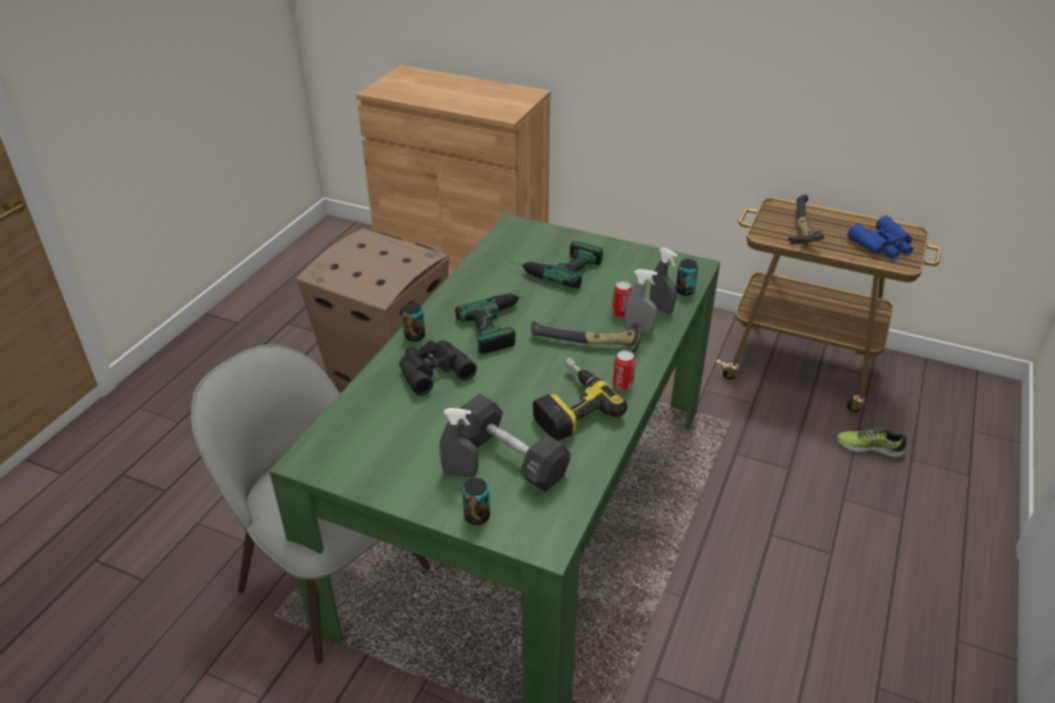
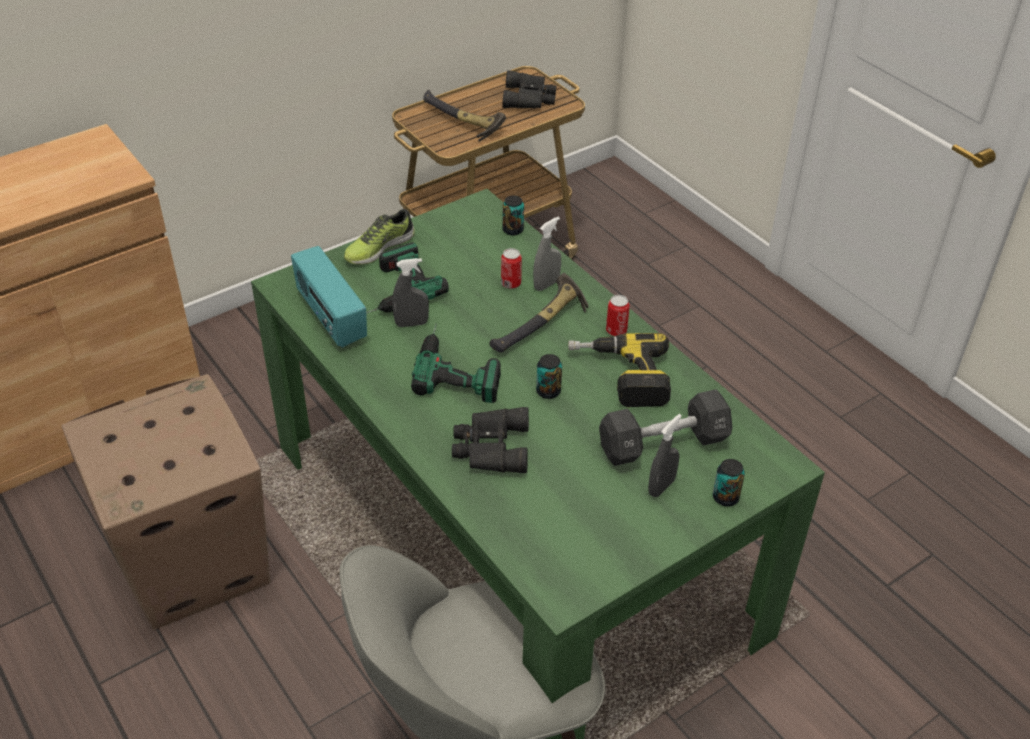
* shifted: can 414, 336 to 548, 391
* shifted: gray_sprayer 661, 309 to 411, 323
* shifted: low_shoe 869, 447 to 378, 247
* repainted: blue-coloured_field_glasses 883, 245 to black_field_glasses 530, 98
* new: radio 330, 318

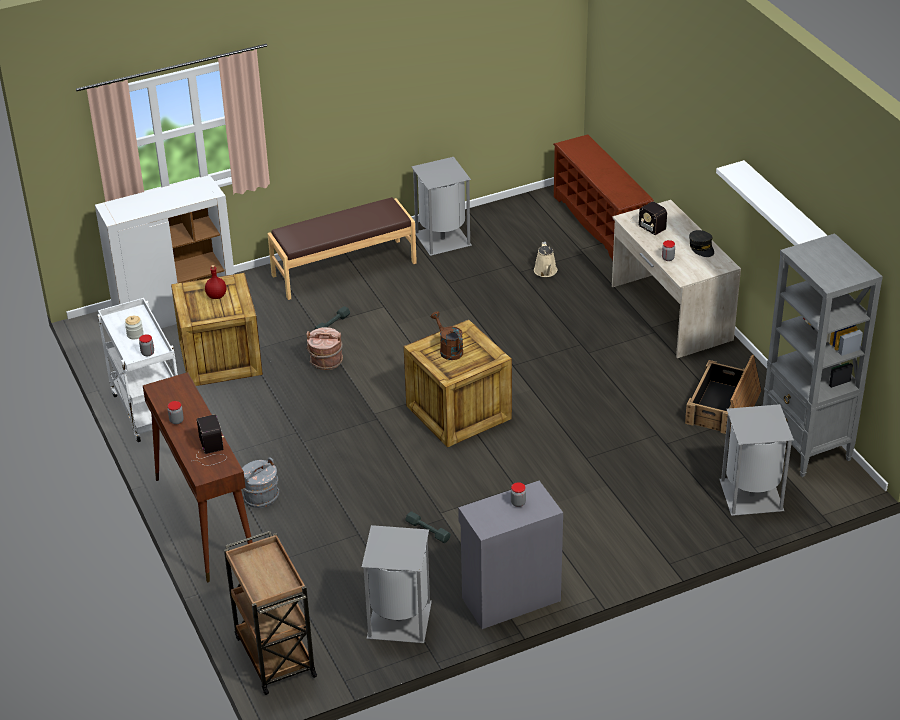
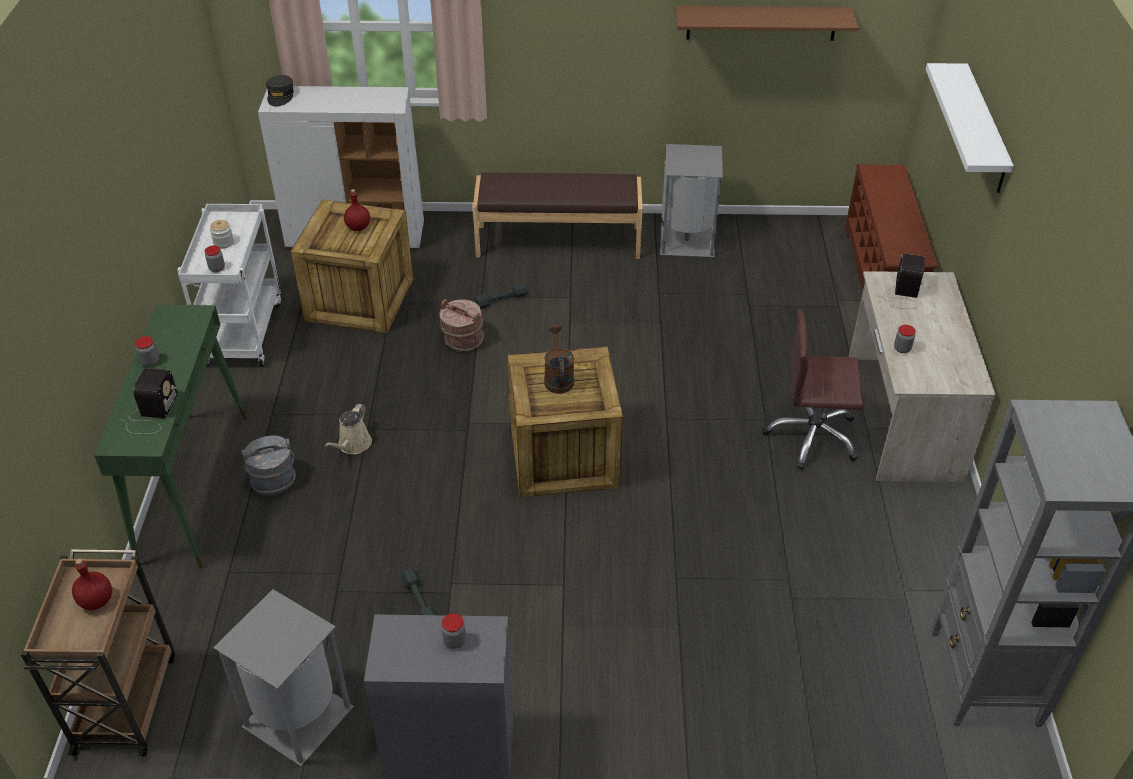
* repainted: brownish_console_table 204, 521 to green_console_table 194, 486
* shifted: sand-coloured_watering_can 546, 272 to 353, 445
* rotated: radio 647, 223 = 903, 293 150 degrees counterclockwise
* gone: shipping_crate 724, 408
* shifted: gray_peaked_cap 701, 248 to 280, 96
* shifted: white-coloured_bracket_shelf 783, 209 to 984, 129
* gone: gray_waste_bin 752, 496
* new: red-coloured_bottle 96, 600
* new: brownish_bracket_shelf 761, 23
* new: brownish_computer_chair 812, 437

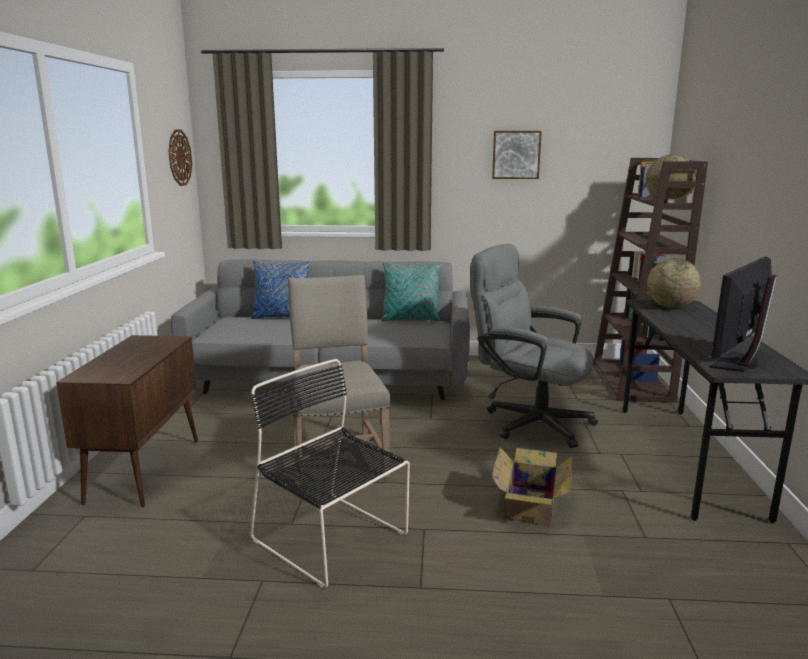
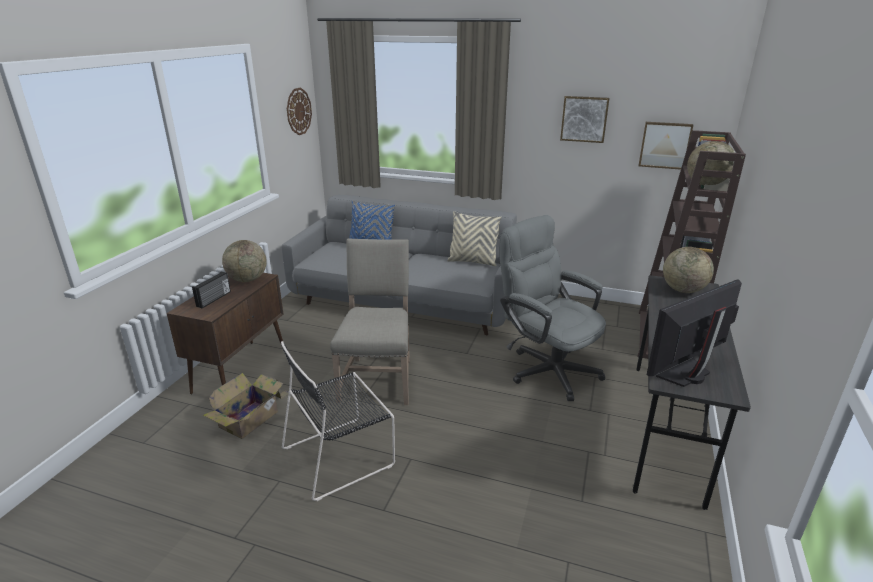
* rotated: black_upright_chair 333, 539 = 341, 455 90 degrees counterclockwise
* repainted: turquoise-coloured_throw_pillow 410, 320 to sand-coloured_throw_pillow 473, 261
* shifted: cardboard_box 531, 503 to 251, 418
* new: radio 214, 299
* new: globe 247, 279
* new: picture 665, 145

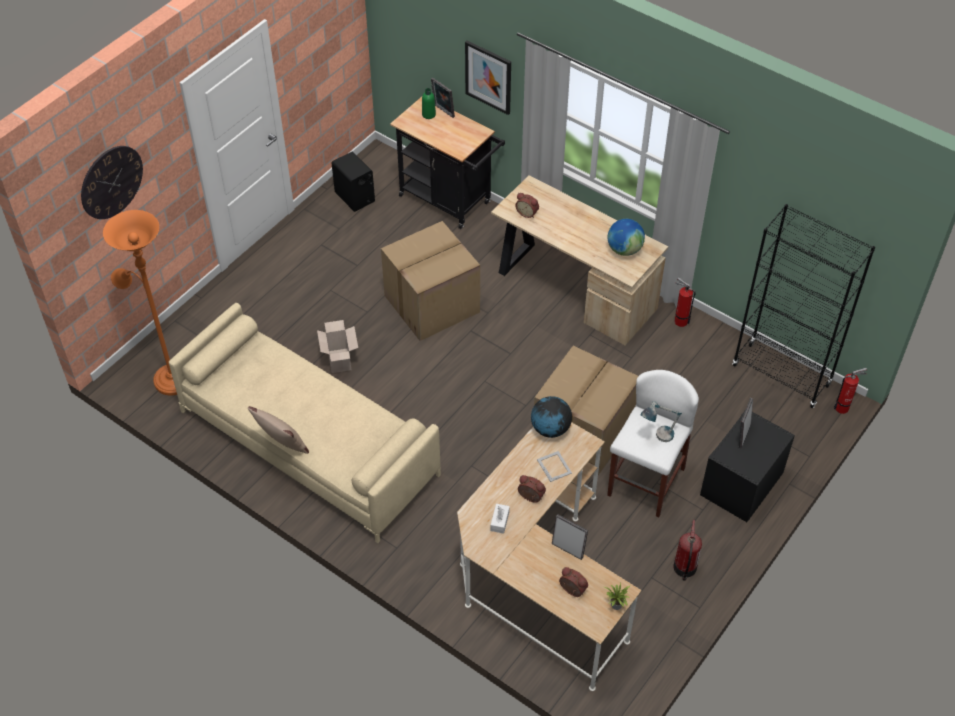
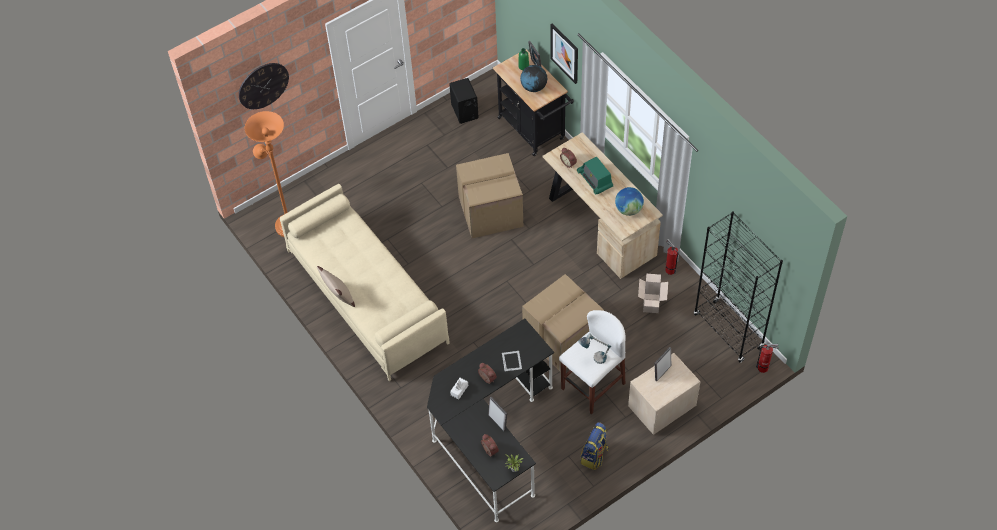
* shifted: cardboard_box 340, 361 to 651, 304
* repainted: sand-coloured_desk_unit 538, 575 to black_desk_unit 490, 433
* shifted: globe 550, 429 to 533, 87
* swapped: fire_extinguisher 684, 568 to rucksack 594, 456
* repainted: black_night_table 741, 484 to sand-coloured_night_table 661, 406
* new: radio 595, 180

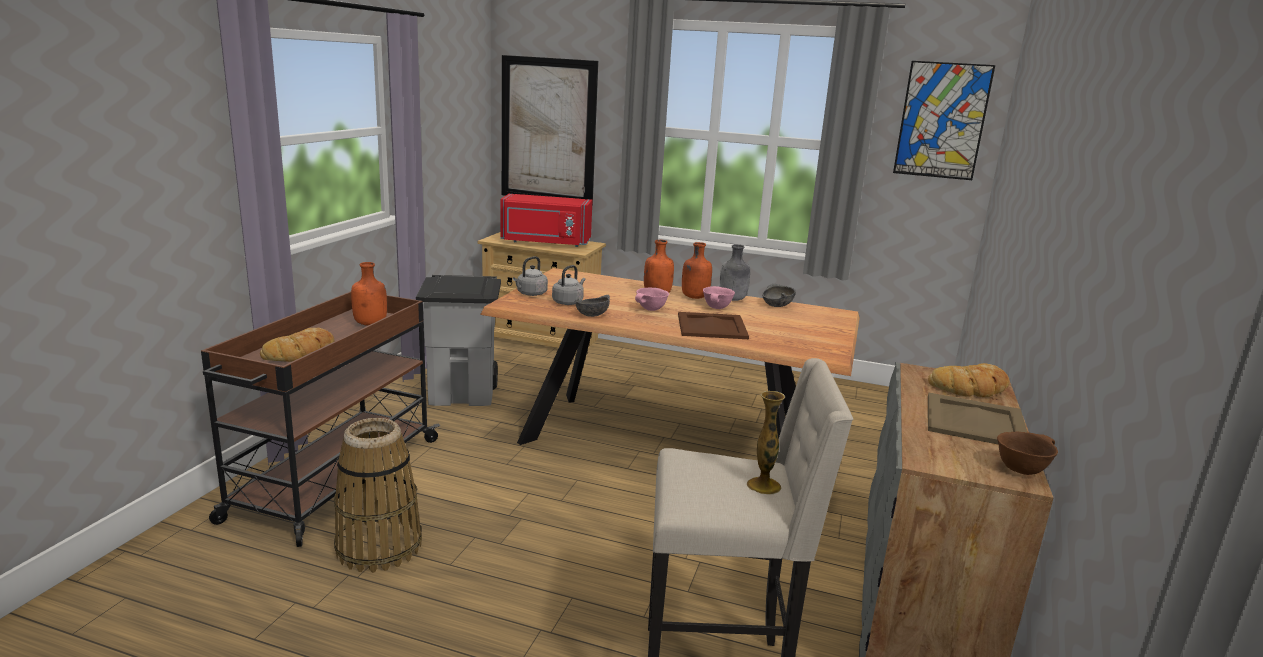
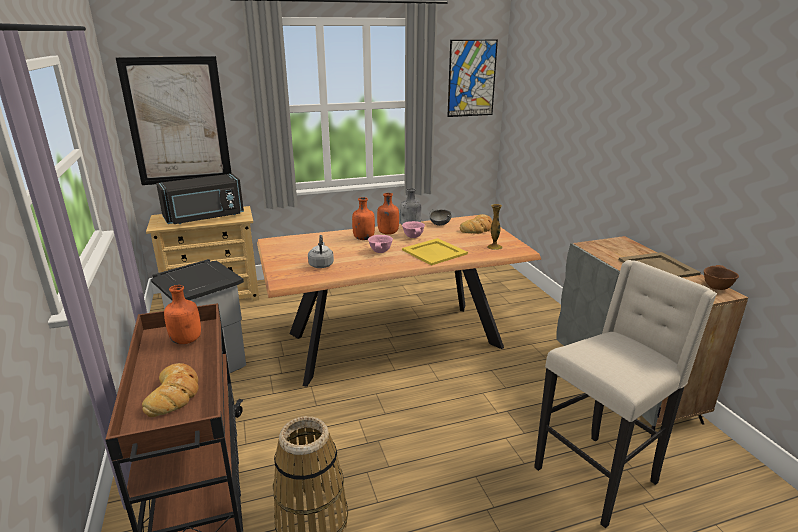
* repainted: red-coloured_kitchen_microwave 545, 242 to black_kitchen_microwave 204, 217
* gone: gray_water_kettle 530, 294
* gone: gray_serving_bowl 591, 315
* repainted: brownish_carrying_tray 712, 326 to yellowish_carrying_tray 435, 252
* shifted: flower_vase 763, 486 to 494, 247
* shifted: bakery_bread 971, 388 to 478, 228

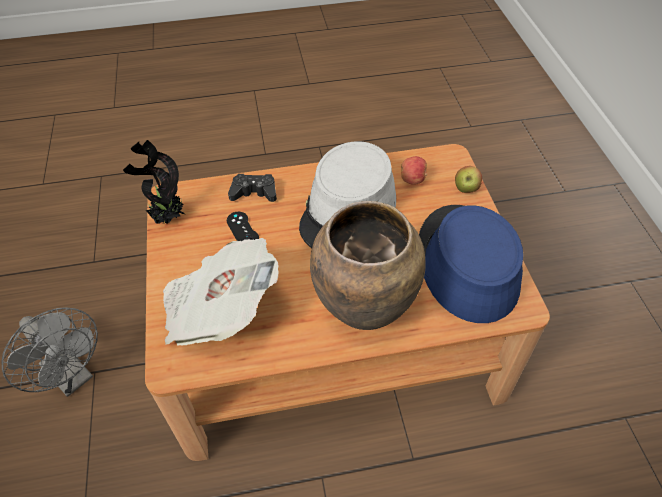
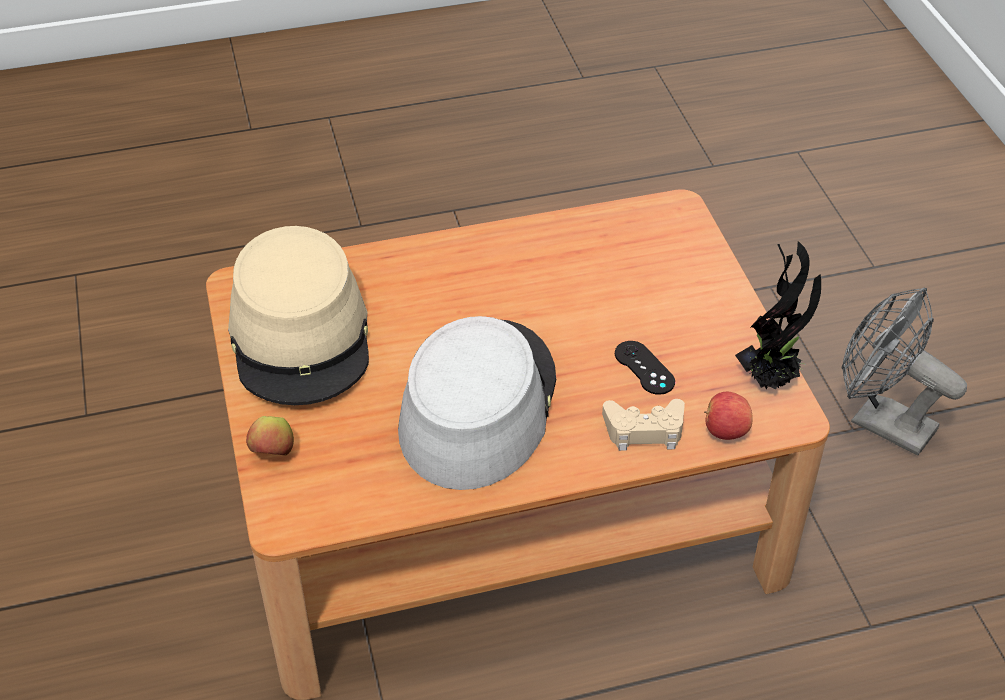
* gone: printed_paper 219, 309
* repainted: black_joypad 254, 192 to sand-coloured_joypad 644, 430
* gone: brownish_flower_vase 366, 308
* shifted: apple_fruit 413, 180 to 725, 430
* repainted: blue-coloured_wearable_hat 466, 263 to sand-coloured_wearable_hat 301, 335

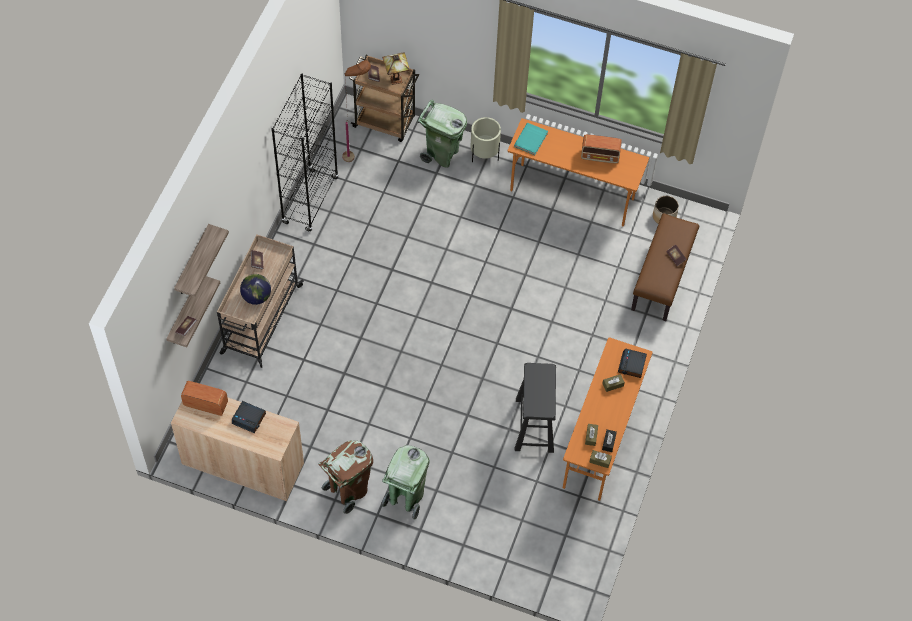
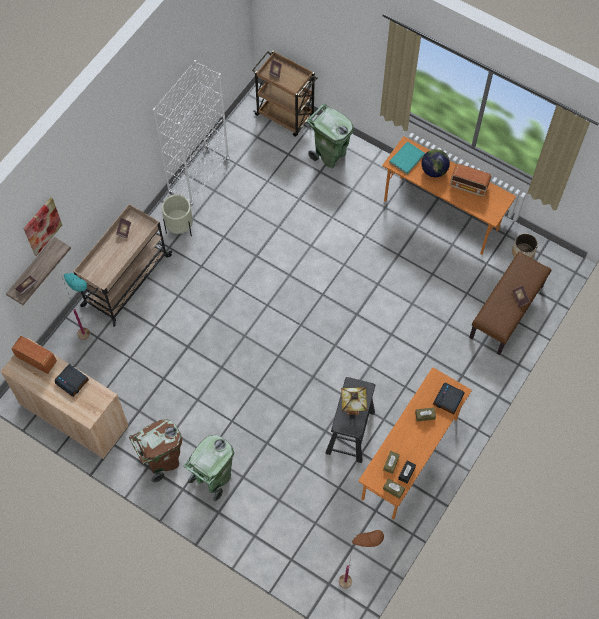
* swapped: bracket_shelf 192, 262 to picture 42, 226
* shifted: globe 256, 297 to 434, 170
* repainted: black_shelving_unit 310, 200 to white-coloured_shelving_unit 199, 177
* shifted: brownish_floor_lamp 357, 155 to 356, 578
* shifted: tabletop_lamp 397, 80 to 353, 410
* shifted: sand-coloured_plant_pot 484, 155 to 180, 228
* new: turquoise-coloured_floor_lamp 93, 340

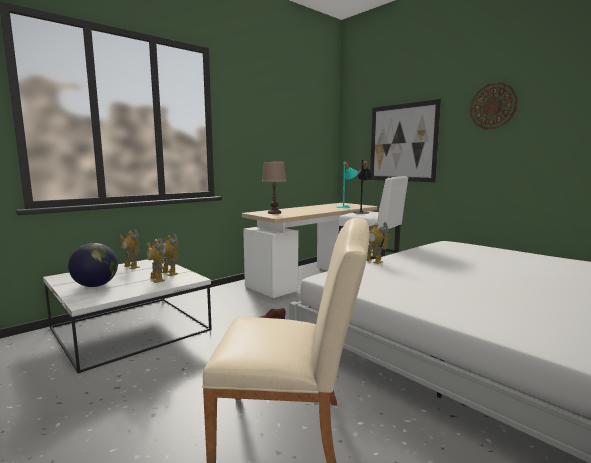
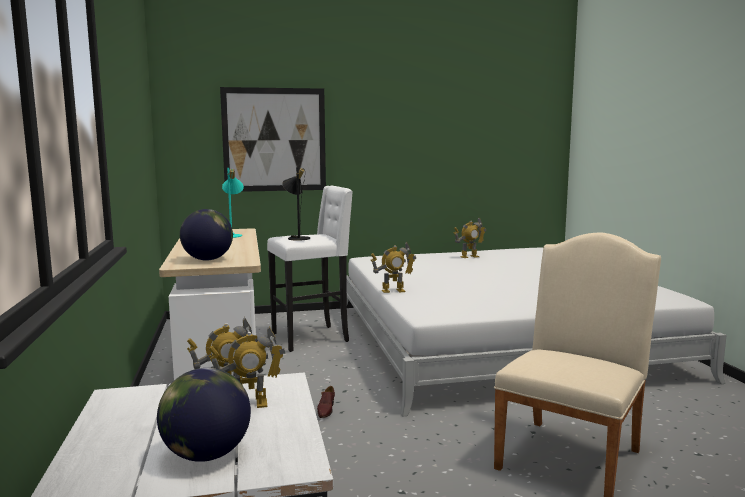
* shifted: robot_figure 131, 266 to 469, 257
* swapped: brownish_tabletop_lamp 274, 213 to globe 207, 259
* gone: wall_clock 493, 106

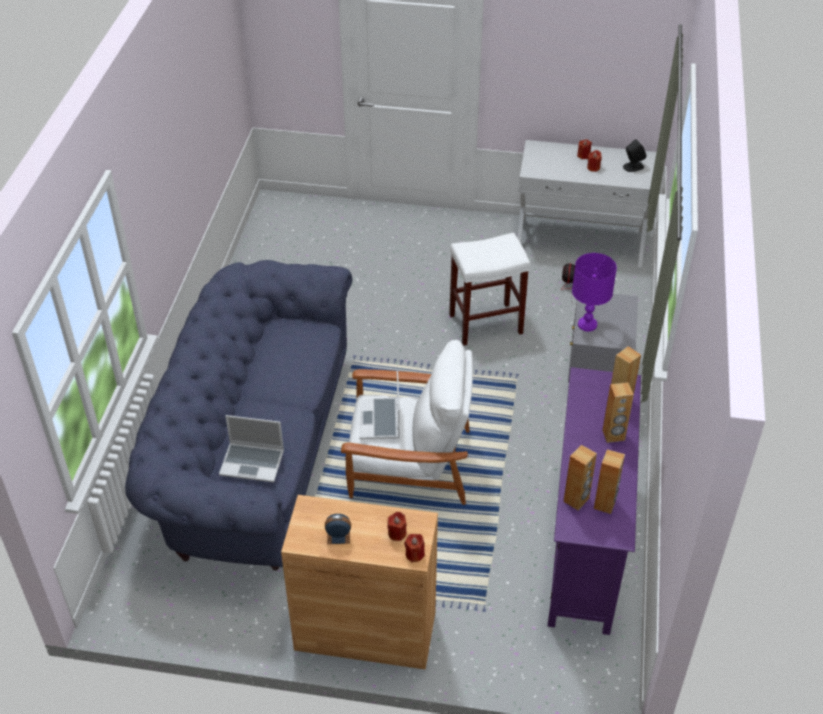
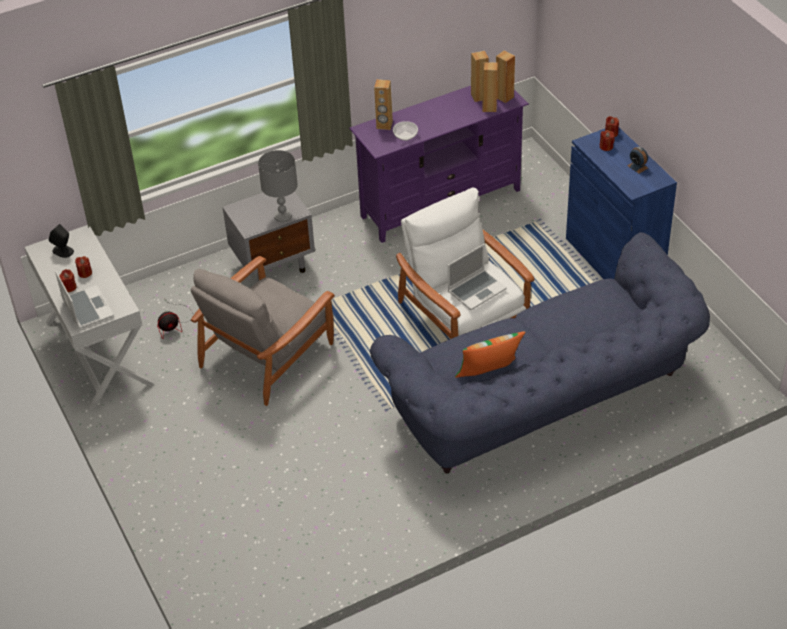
* shifted: notebook_computer 253, 462 to 86, 308
* repainted: brownish_cabinet 365, 631 to blue-coloured_cabinet 614, 259
* swapped: white-coloured_sitting_stool 486, 323 to gray_armchair 267, 354
* repainted: purple-coloured_tabletop_lamp 587, 324 to gray_tabletop_lamp 282, 216
* shifted: brownish_audio_speaker 613, 435 to 504, 97
* new: serving_bowl 405, 136
* new: throw_pillow 488, 375

